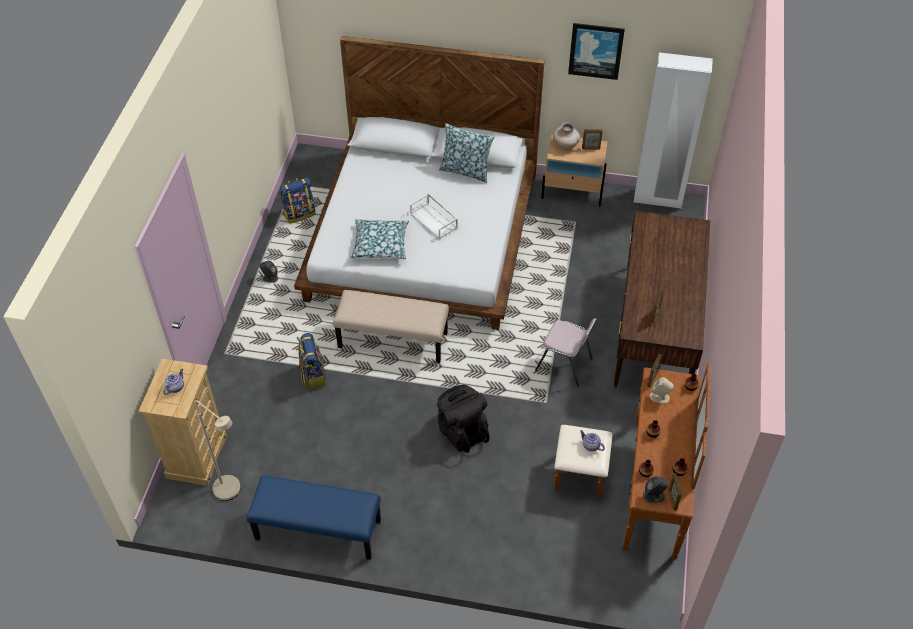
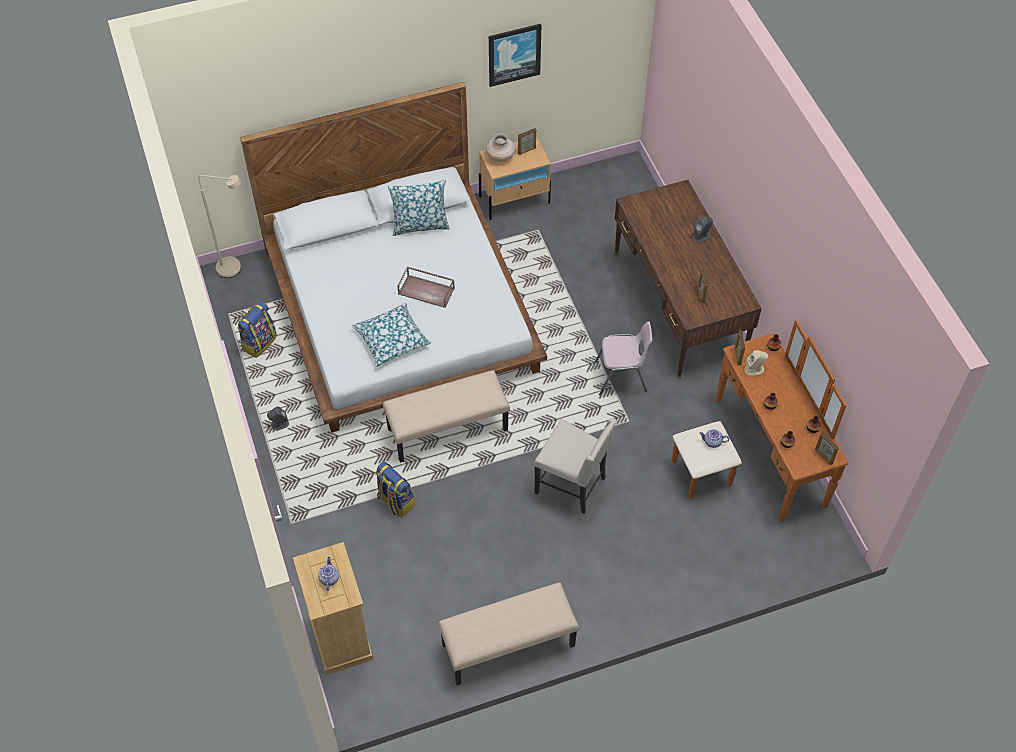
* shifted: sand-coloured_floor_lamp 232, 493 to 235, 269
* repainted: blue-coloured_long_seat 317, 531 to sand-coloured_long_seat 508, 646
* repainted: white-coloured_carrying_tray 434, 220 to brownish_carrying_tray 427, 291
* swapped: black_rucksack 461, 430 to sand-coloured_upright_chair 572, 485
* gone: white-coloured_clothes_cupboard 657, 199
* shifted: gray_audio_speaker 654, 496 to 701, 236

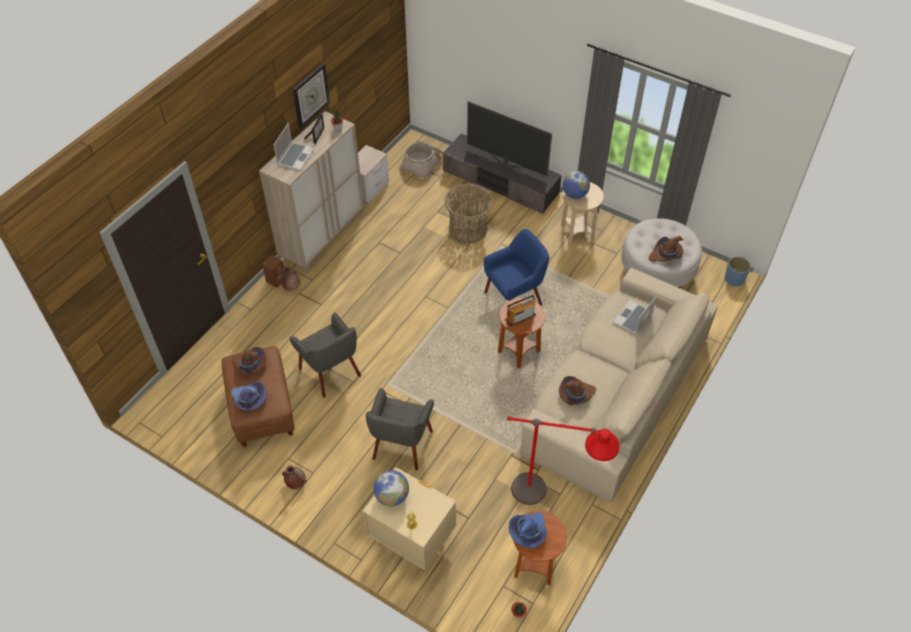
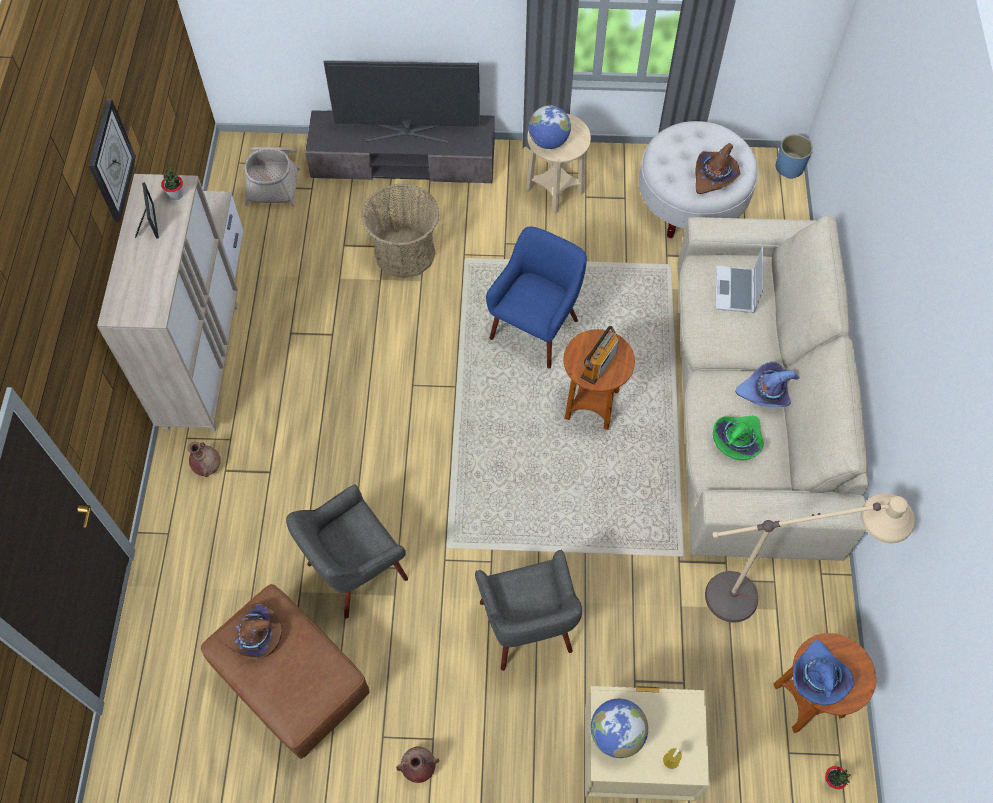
* shifted: purple-coloured_wearable_hat 249, 399 to 767, 392
* gone: brownish_audio_speaker 276, 279
* gone: notebook_computer 295, 157
* rotated: gray_armchair 330, 372 = 355, 570 120 degrees clockwise
* repainted: red-coloured_floor_lamp 551, 500 to sand-coloured_floor_lamp 769, 597
* repainted: brownish_wearable_hat 575, 395 to green_wearable_hat 737, 440

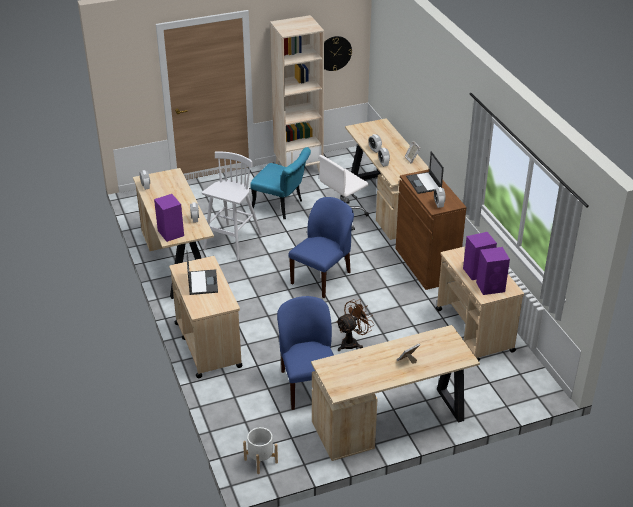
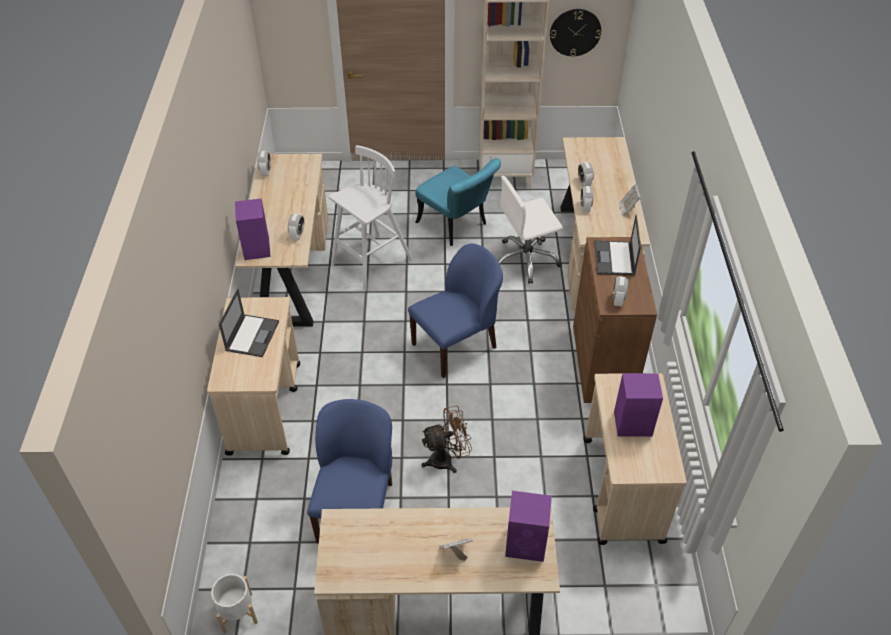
* shifted: purple-coloured_audio_speaker 491, 287 to 527, 544

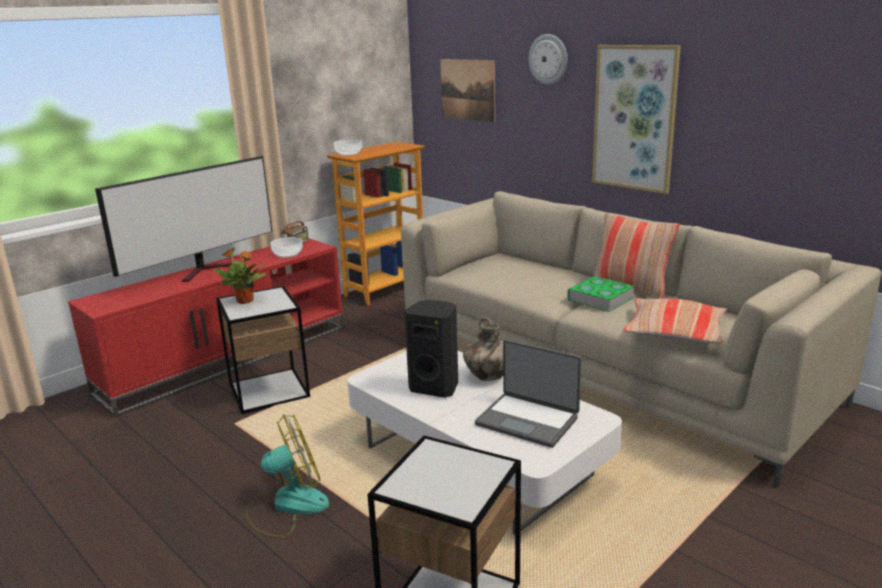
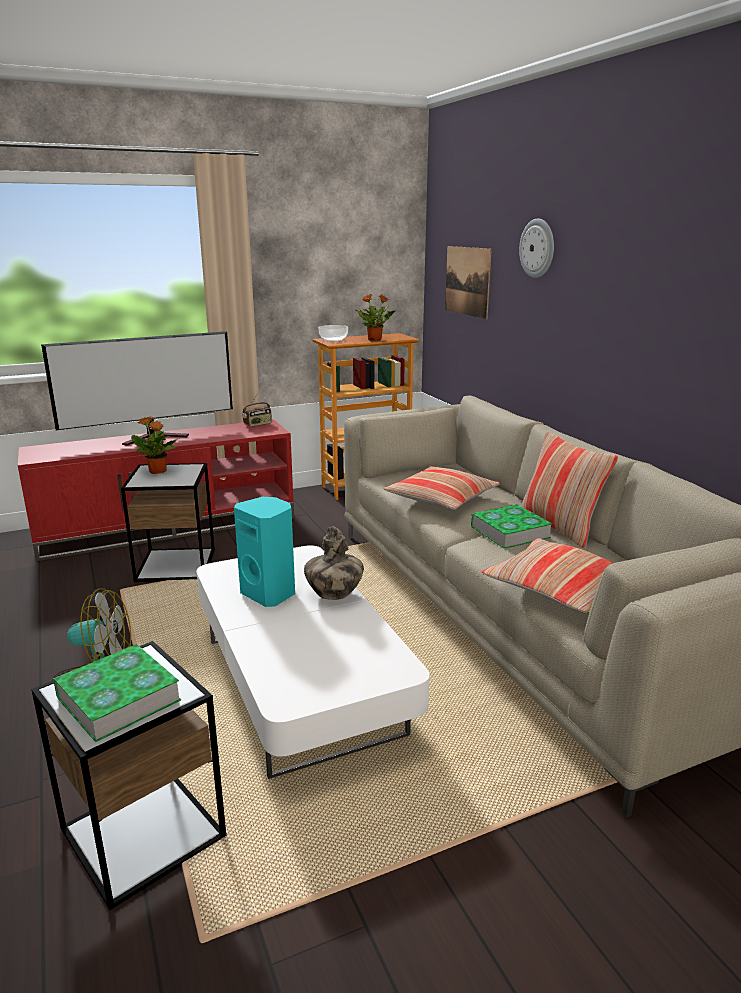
* gone: serving_bowl 287, 254
* repainted: black_audio_speaker 435, 387 to turquoise-coloured_audio_speaker 270, 594
* gone: notebook_computer 528, 420
* gone: picture 635, 118
* new: book 118, 698
* new: plant_in_a_pot 375, 340
* new: throw_pillow 441, 498

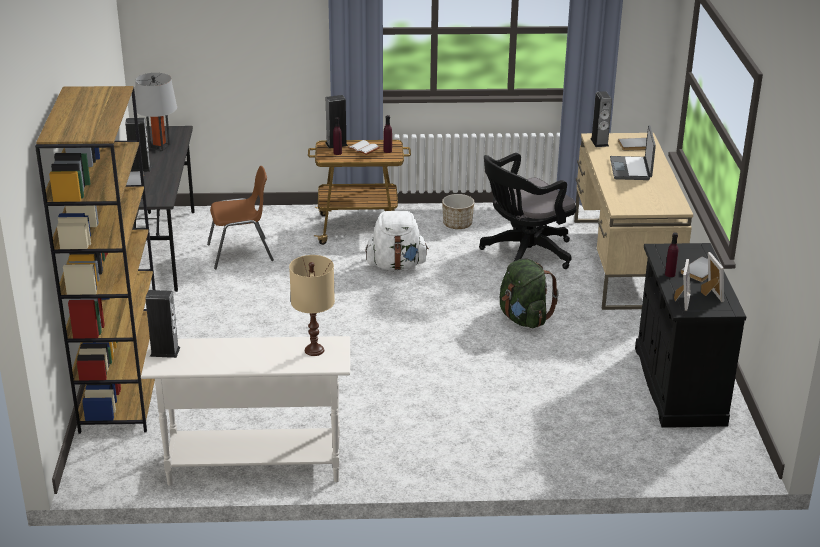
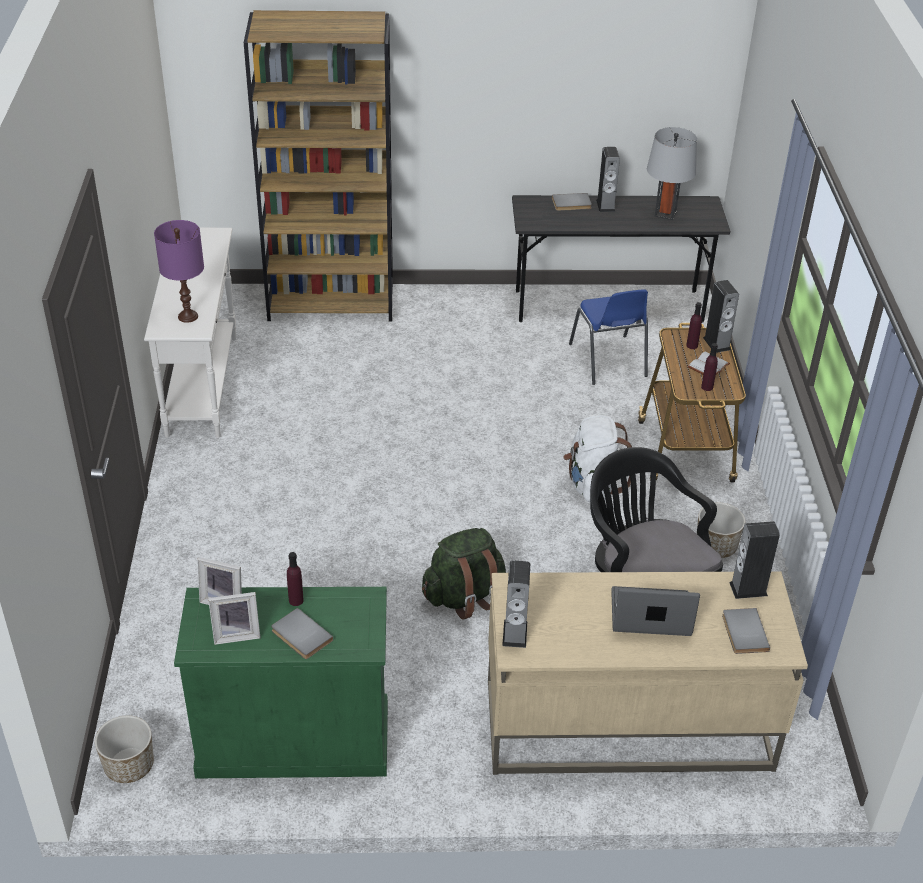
* shifted: audio_speaker 165, 352 to 515, 633
* repainted: brownish_upright_chair 241, 253 to blue-coloured_upright_chair 608, 361
* repainted: sand-coloured_tabletop_lamp 314, 350 to purple-coloured_tabletop_lamp 187, 316
* repainted: black_cabinet 678, 385 to green_cabinet 294, 740
* new: plant_pot 129, 766

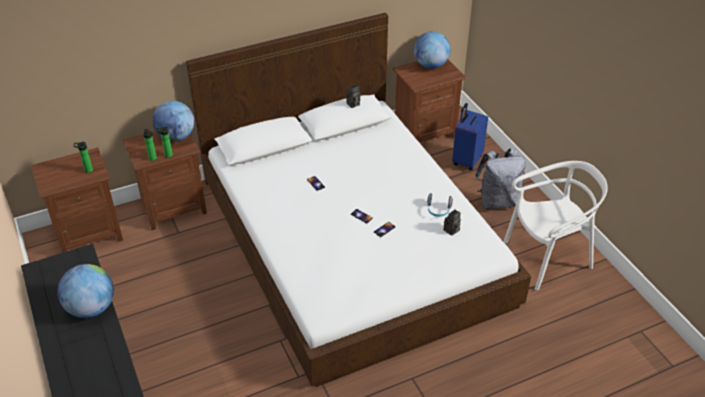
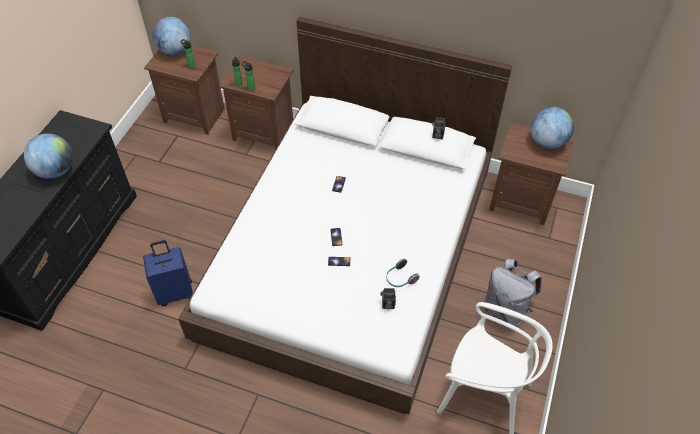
* shifted: globe 176, 137 to 175, 50
* shifted: blue-coloured_travel_case 466, 160 to 175, 293

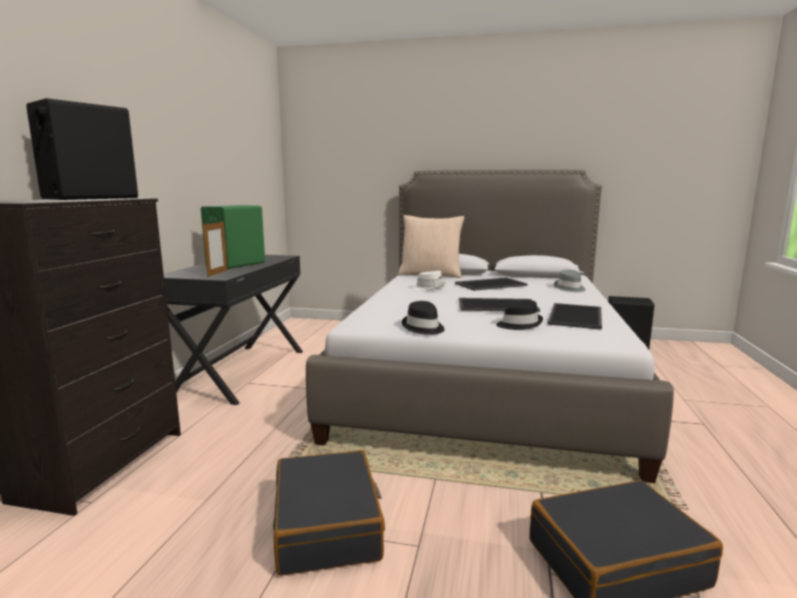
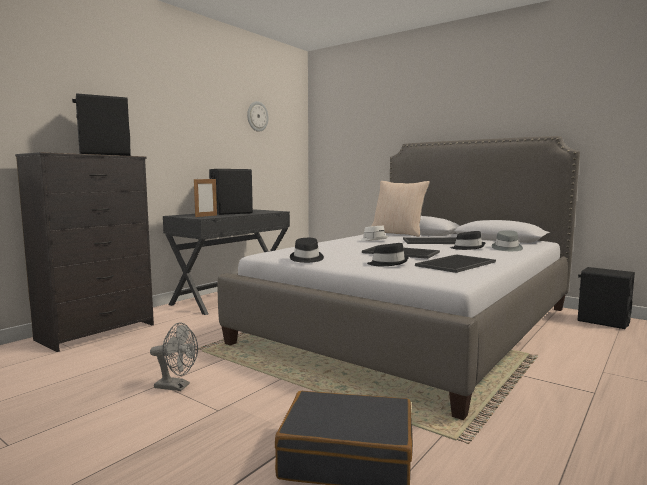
* repainted: green_audio_speaker 236, 264 to black_audio_speaker 231, 213
* swapped: black_travel_case 328, 525 to gray_cooling_fan 177, 386
* new: wall_clock 257, 116
* new: black_wearable_hat 467, 248

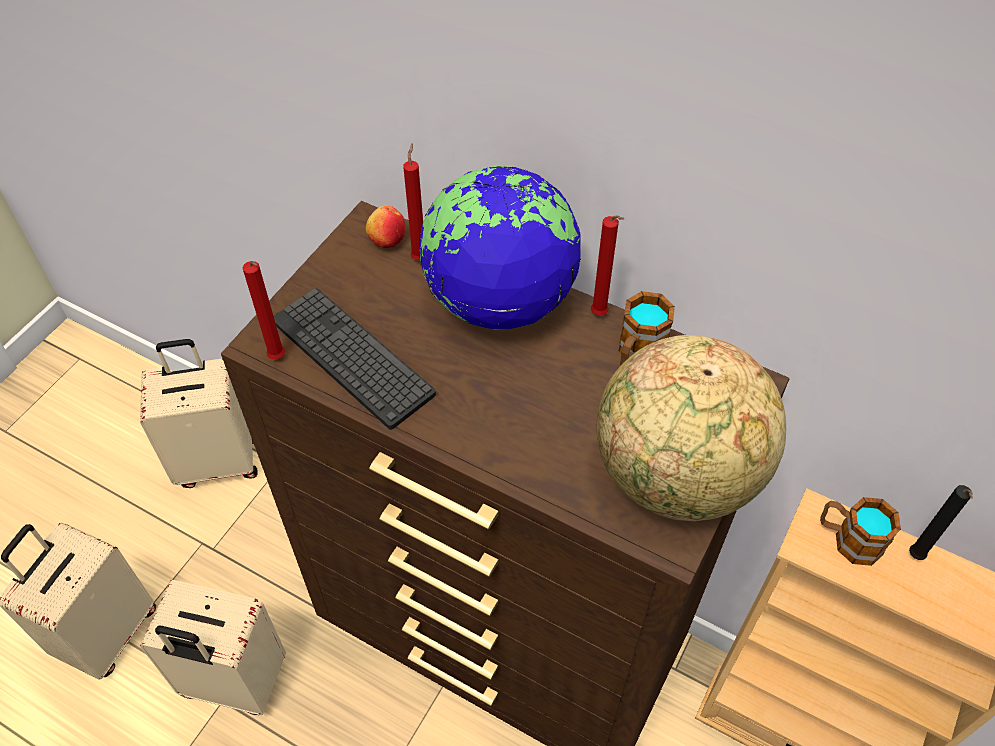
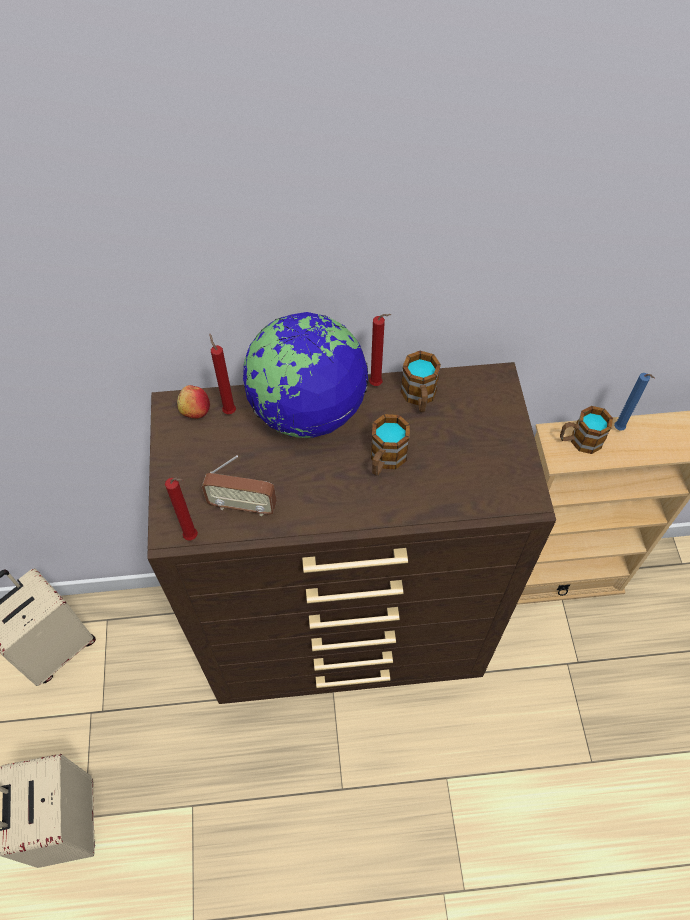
* gone: sand-coloured_travel_case 233, 682
* swapped: keyboard 352, 357 to radio 242, 506
* gone: globe 676, 476
* repainted: black_wax_candle 915, 558 to blue-coloured_wax_candle 619, 430
* new: coffee_mug 385, 460

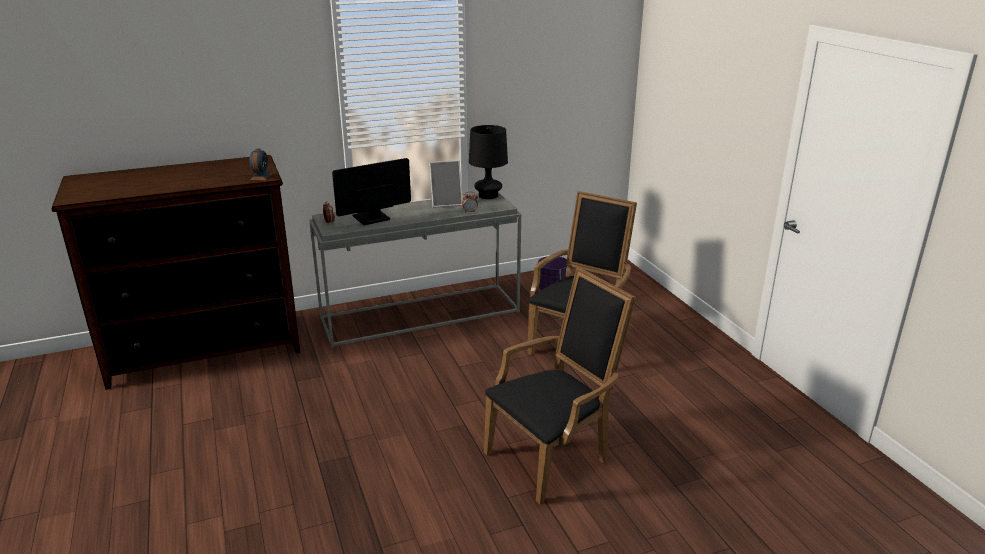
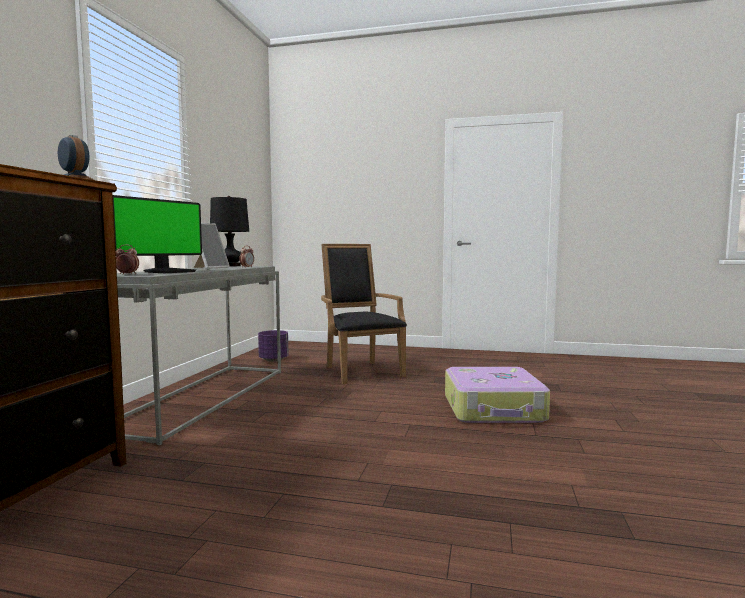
* rotated: computer_display 371, 219 = 169, 272 150 degrees counterclockwise
* swapped: black_armchair 553, 456 to travel_case 494, 409

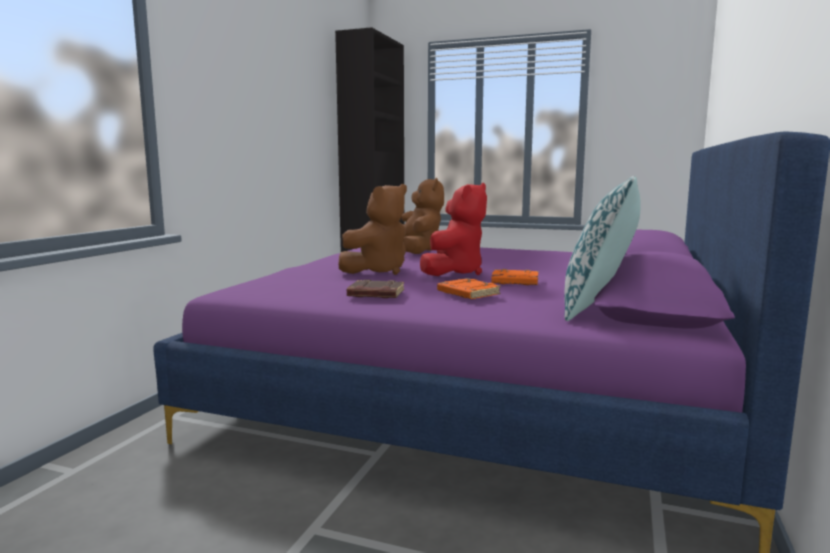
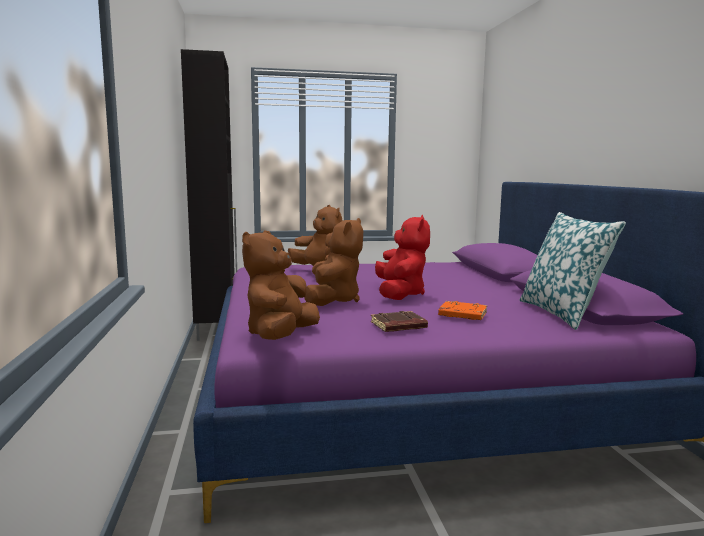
* gone: orange-coloured_book 514, 282
* new: brownish_plush_toy 280, 336

